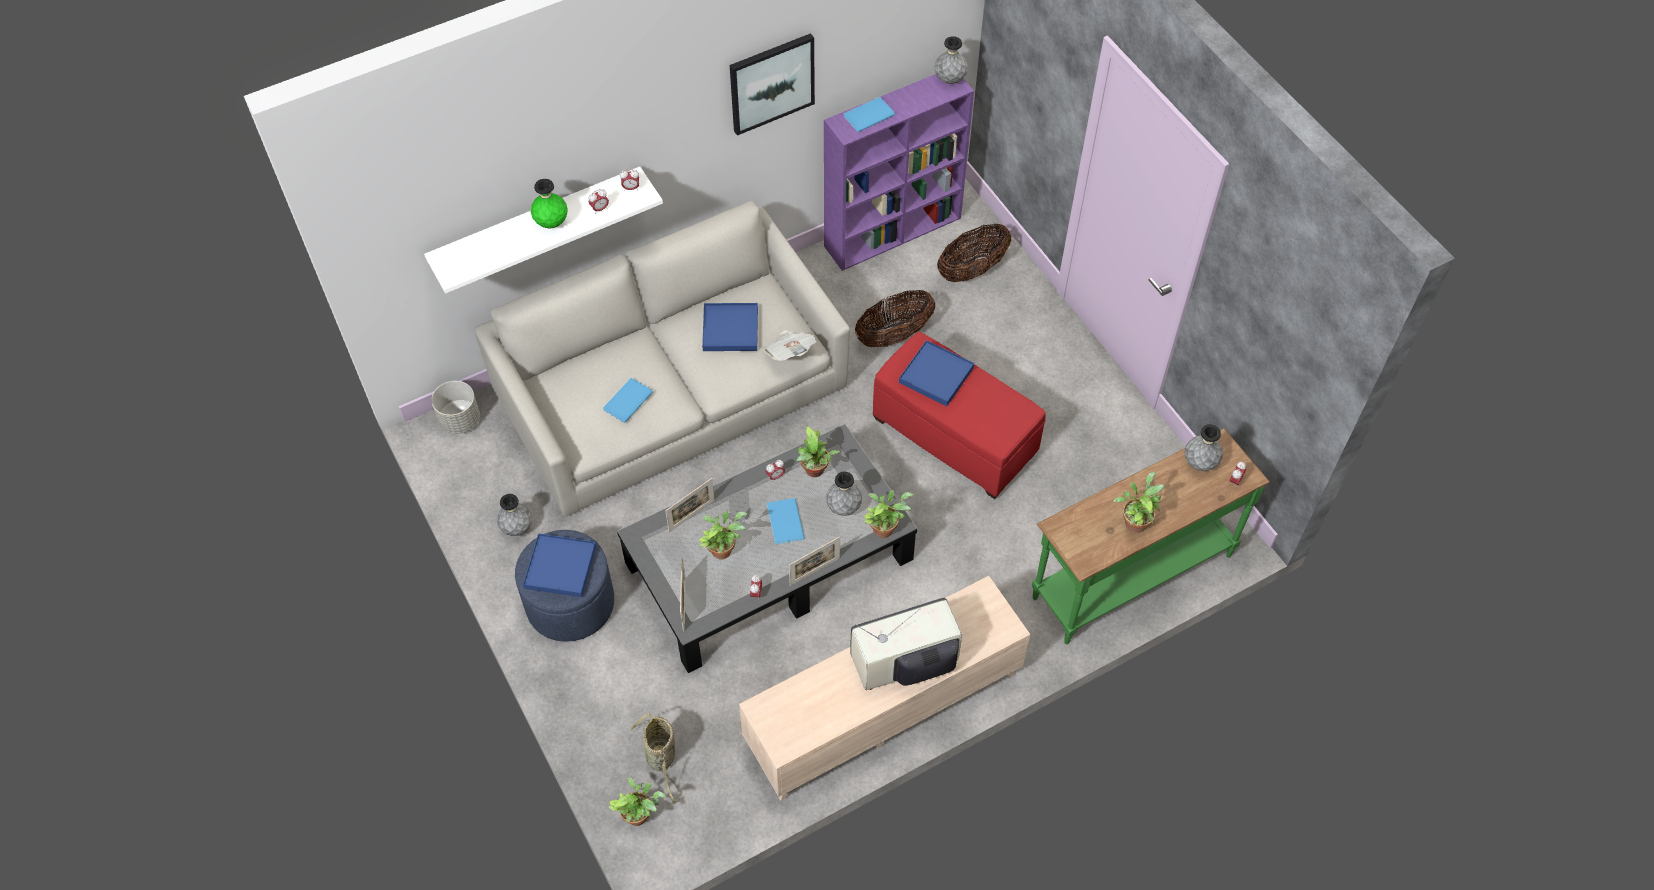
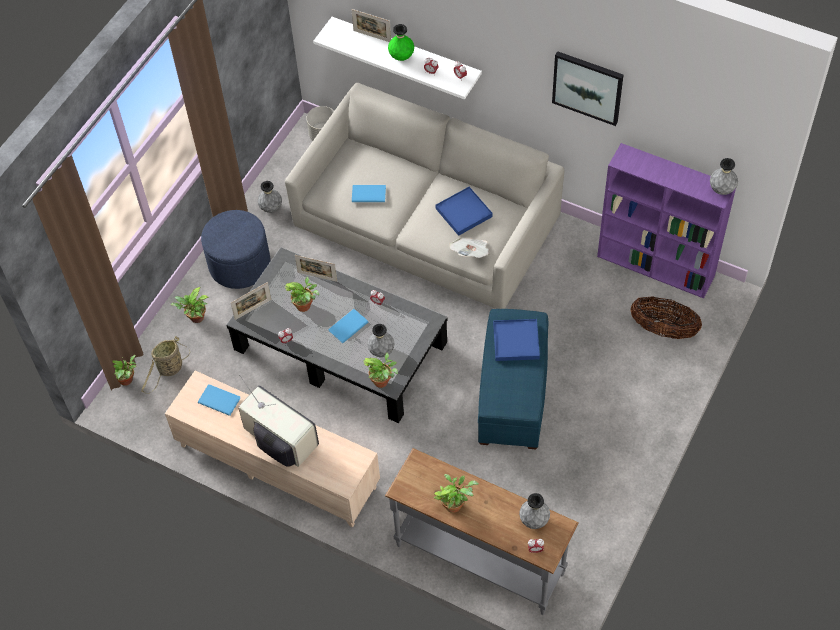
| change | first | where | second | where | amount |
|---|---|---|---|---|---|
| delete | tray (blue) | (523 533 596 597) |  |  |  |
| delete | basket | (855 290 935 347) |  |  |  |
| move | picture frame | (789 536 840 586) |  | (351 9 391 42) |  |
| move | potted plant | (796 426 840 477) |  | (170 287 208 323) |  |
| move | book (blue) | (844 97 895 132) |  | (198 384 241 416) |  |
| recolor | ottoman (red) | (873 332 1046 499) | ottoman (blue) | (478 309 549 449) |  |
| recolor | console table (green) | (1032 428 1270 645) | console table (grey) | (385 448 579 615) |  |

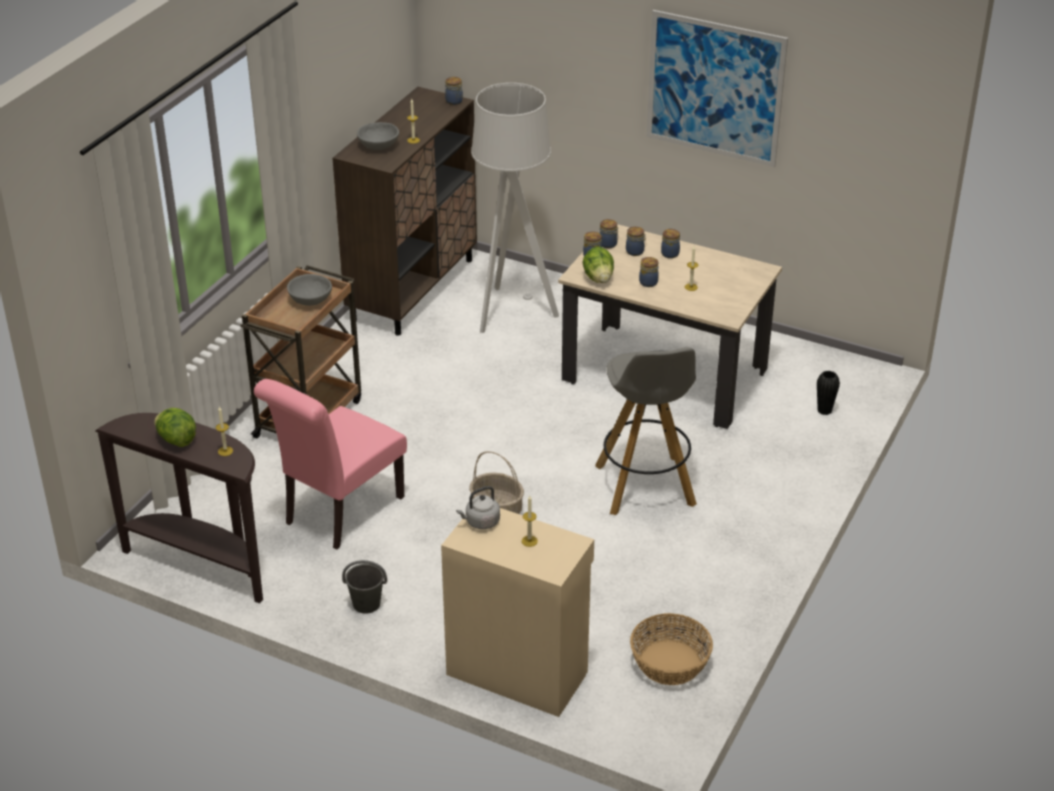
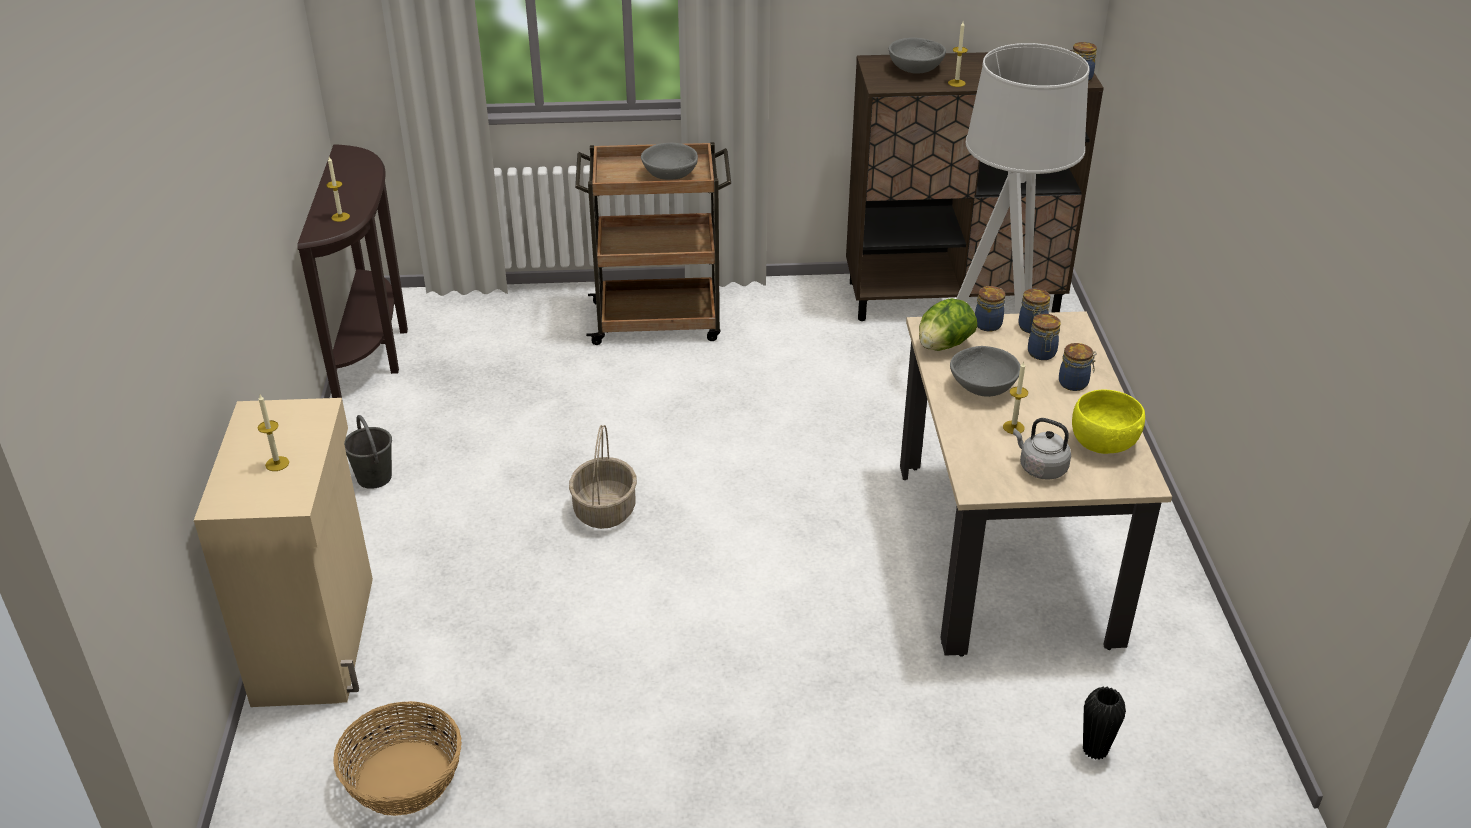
| change | first | where | second | where | amount |
|---|---|---|---|---|---|
| delete | lettuce | (154 408 196 447) |  |  |  |
| delete | chair (pink) | (254 379 407 550) |  |  |  |
| delete | stool (grey) | (595 347 697 515) |  |  |  |
| delete | picture | (647 10 788 167) |  |  |  |
| insert |  |  | bowl (yellow) | (1072 390 1145 454) |  |
| move | kettle (grey) | (456 486 500 529) |  | (1013 418 1071 480) |  |
| replace | jar | (639 257 659 287) | bowl (grey) | (950 346 1020 397) |  |

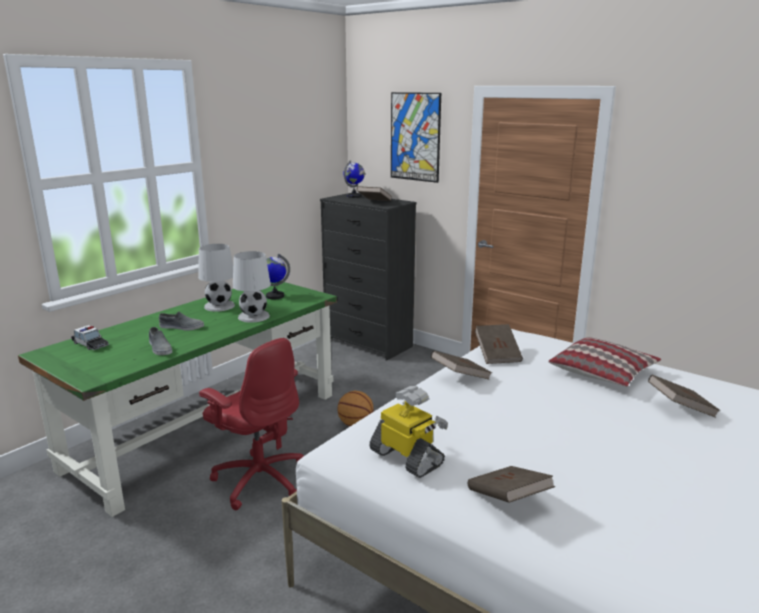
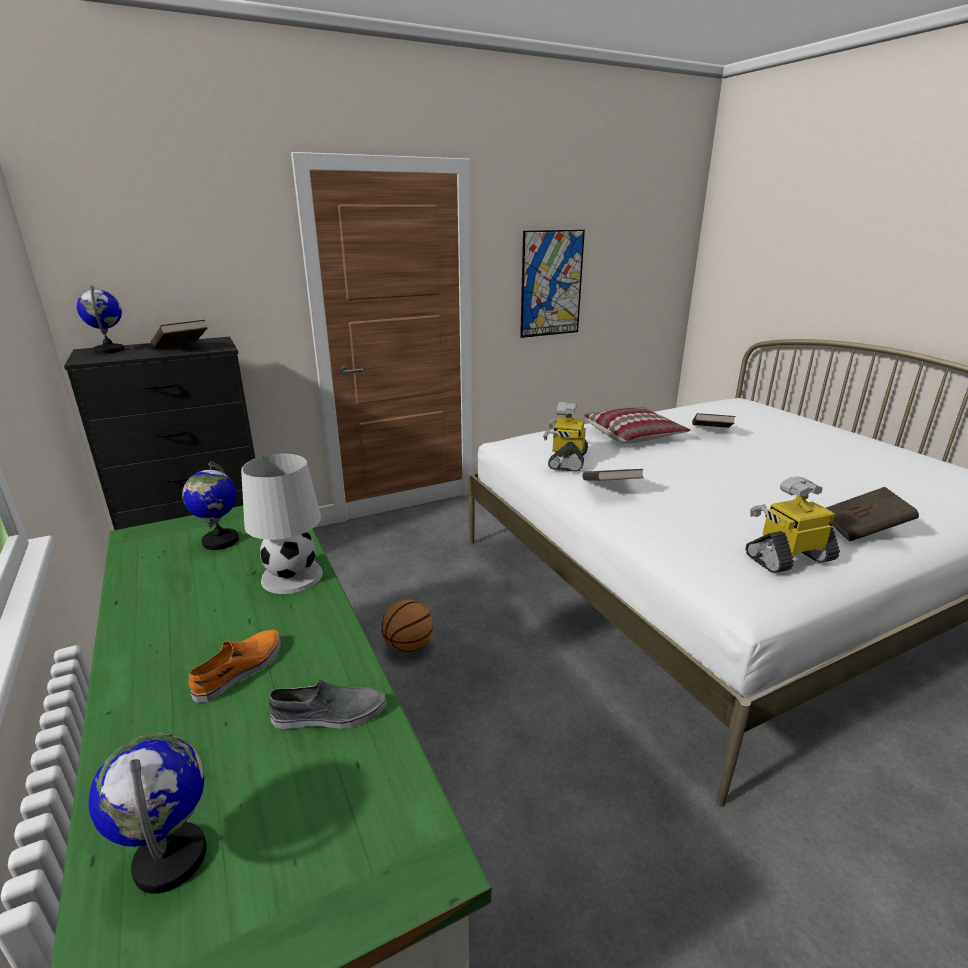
| change | first | where | second | where | amount |
|---|---|---|---|---|---|
| delete | table lamp (white) | (198 244 235 312) |  |  |  |
| delete | office chair (red) | (199 338 304 510) |  |  |  |
| move | picture | (391 92 441 183) |  | (520 230 585 338) |  |
| replace | toy car | (71 325 109 350) | globe | (89 733 206 894) |  |
| replace | book (brown) | (475 324 523 364) | toy robot | (543 402 588 472) |  |
| recolor | shoe (grey) | (159 311 204 331) | shoe (orange) | (189 630 281 703) |  |

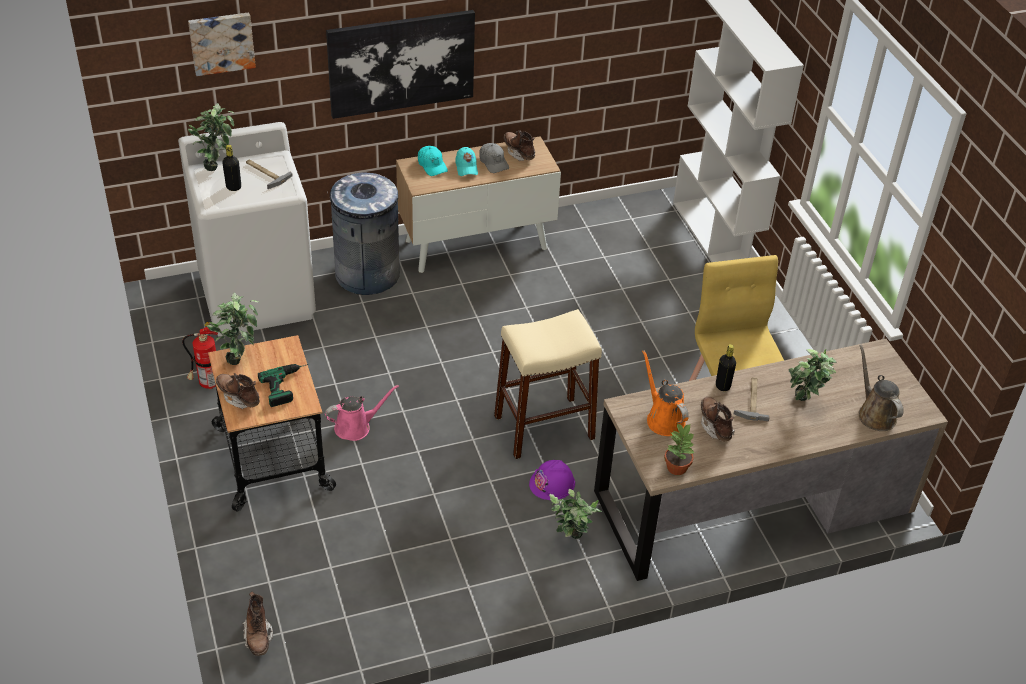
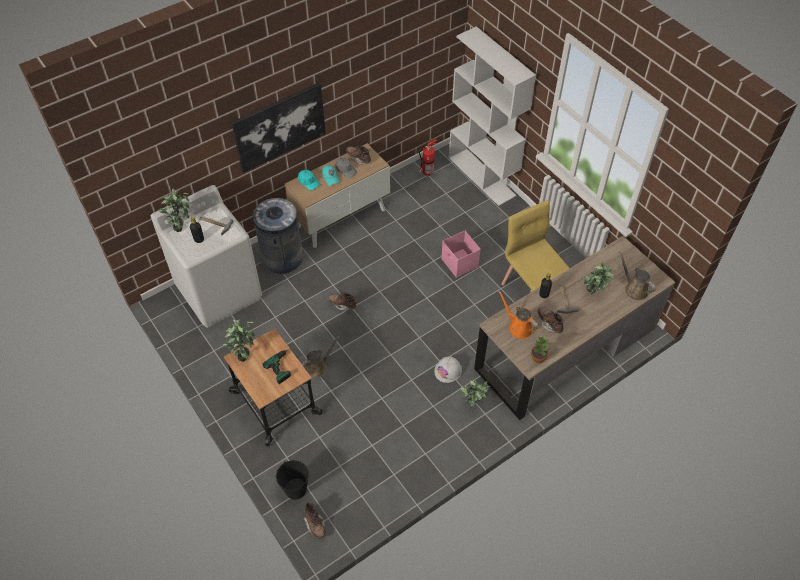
| change | first | where | second | where | amount |
|---|---|---|---|---|---|
| delete | picture | (188 13 256 76) |  |  |  |
| delete | stool (beige) | (494 309 602 459) |  |  |  |
| insert |  |  | bucket (black) | (276 460 309 500) |  |
| insert |  |  | storage box (pink) | (441 231 481 278) |  |
| move | fire extinguisher | (182 322 218 389) |  | (418 138 437 176) |  |
| move | boot (brown) | (216 373 260 409) |  | (328 294 356 311) |  |
| recolor | watering can (pink) | (325 385 399 441) | watering can (brown) | (301 336 340 377) |  |
| recolor | hard hat (purple) | (529 460 575 500) | hard hat (white) | (434 357 462 383) |  |

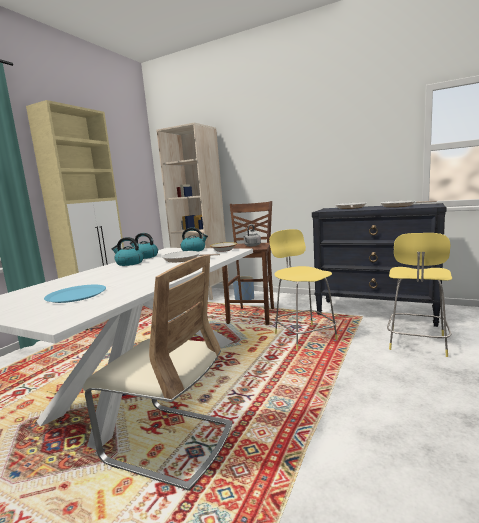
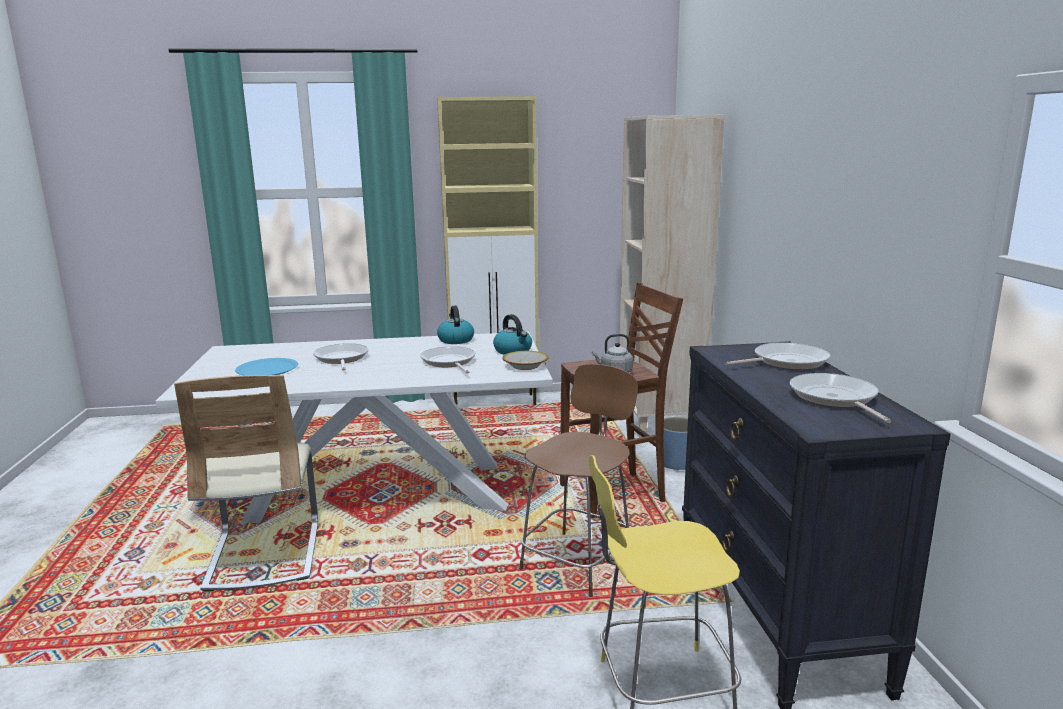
| change | first | where | second | where | amount |
|---|---|---|---|---|---|
| delete | kettle | (112 237 144 266) |  |  |  |
| insert |  |  | frying pan | (313 343 368 371) |  |
| recolor | stool (yellow) | (269 229 338 351) | stool (brown) | (519 364 638 597) |  |

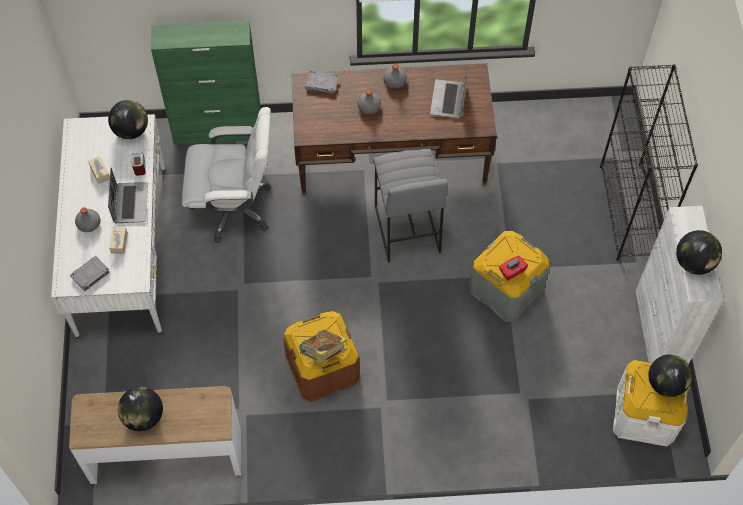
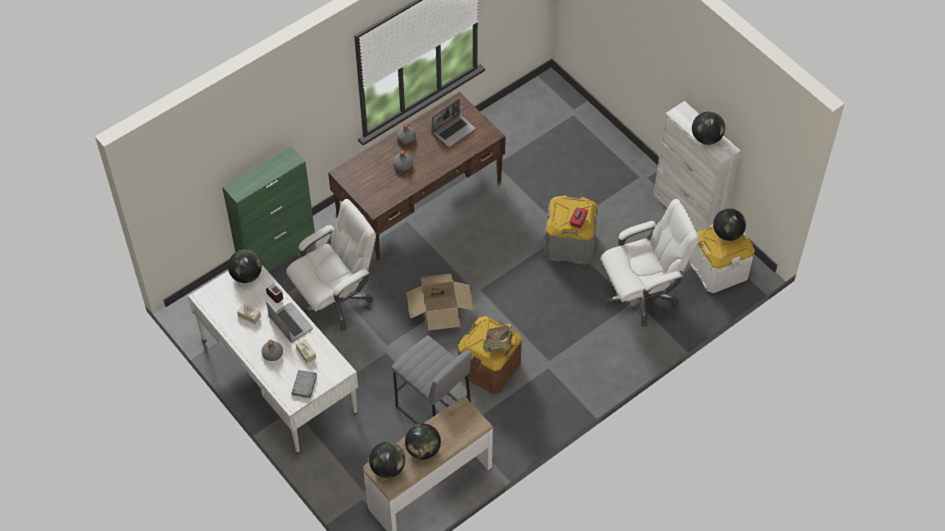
| change | first | where | second | where | amount |
|---|---|---|---|---|---|
| delete | book (grey) | (305 70 339 94) |  |  |  |
| delete | bookcase (black) | (600 64 698 260) |  |  |  |
| insert |  |  | globe | (369 442 405 478) |  |
| insert |  |  | cardboard box | (406 273 474 331) |  |
| insert |  |  | office chair (white) | (601 199 699 327) |  |
| move | stool (grey) | (373 149 448 263) |  | (391 335 472 425) |  |
| rotate | laptop | (430 68 467 119) |  | (432 99 476 147) | 105 degrees counterclockwise |

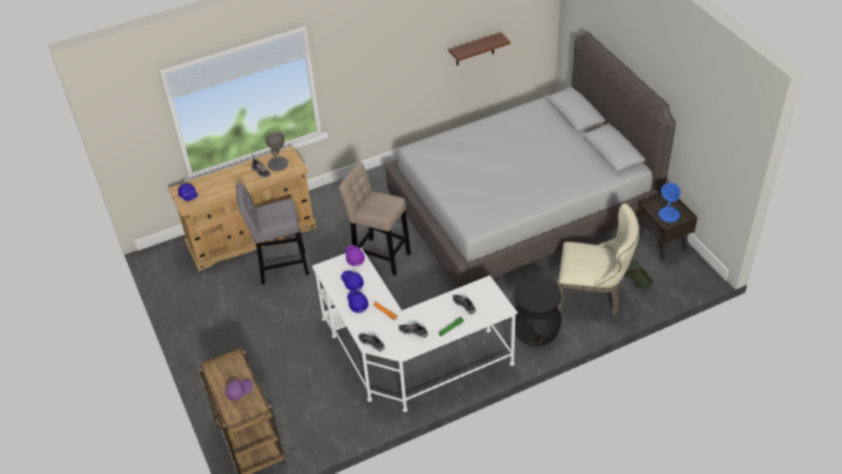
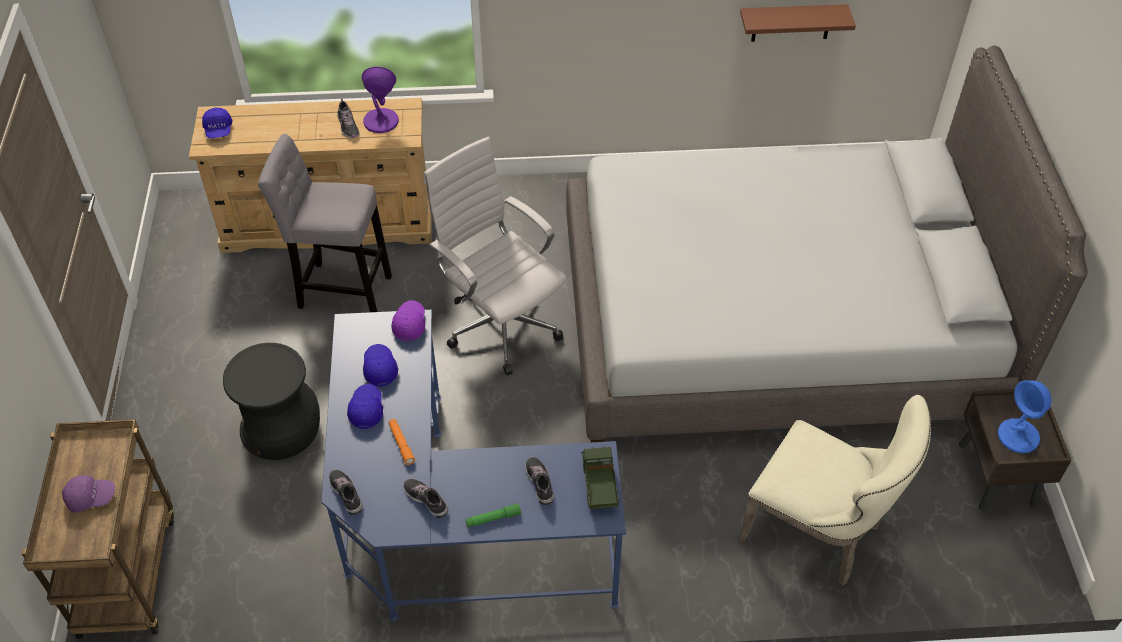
| change | first | where | second | where | amount |
|---|---|---|---|---|---|
| move | stool (black) | (514 277 561 346) |  | (223 343 320 460) |  |
| move | toy truck | (625 261 654 289) |  | (581 447 619 509) |  |
| replace | stool (beige) | (338 162 411 275) | office chair (white) | (424 137 567 375) |  |
| recolor | table lamp (grey) | (266 132 288 171) | table lamp (purple) | (362 67 399 133) |  |
| recolor | desk (white) | (312 247 518 412) | desk (blue) | (321 310 626 621) |  |

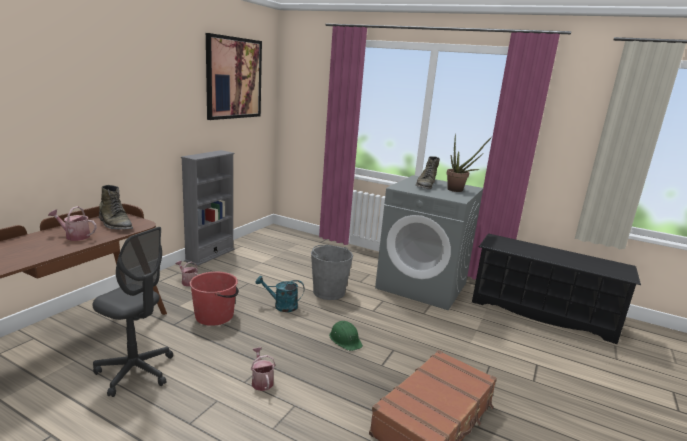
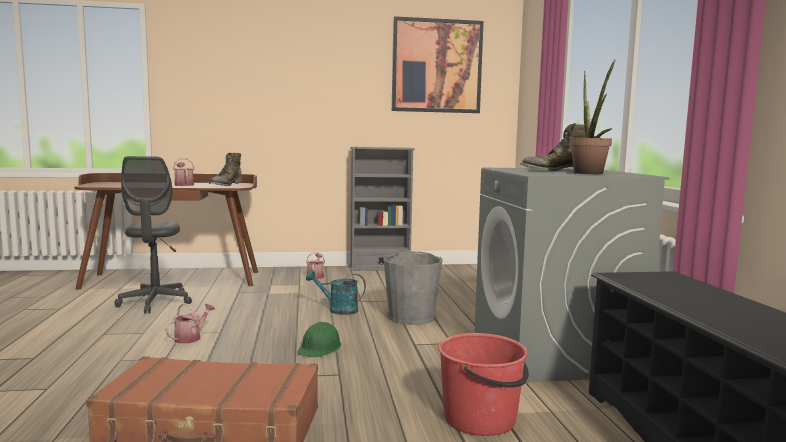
| change | first | where | second | where | amount |
|---|---|---|---|---|---|
| move | bucket (red) | (189 271 239 326) |  | (438 333 529 436) |  |
| rotate | watering can (turquoise) | (256 276 305 312) |  | (306 270 366 315) | 45 degrees counterclockwise |

